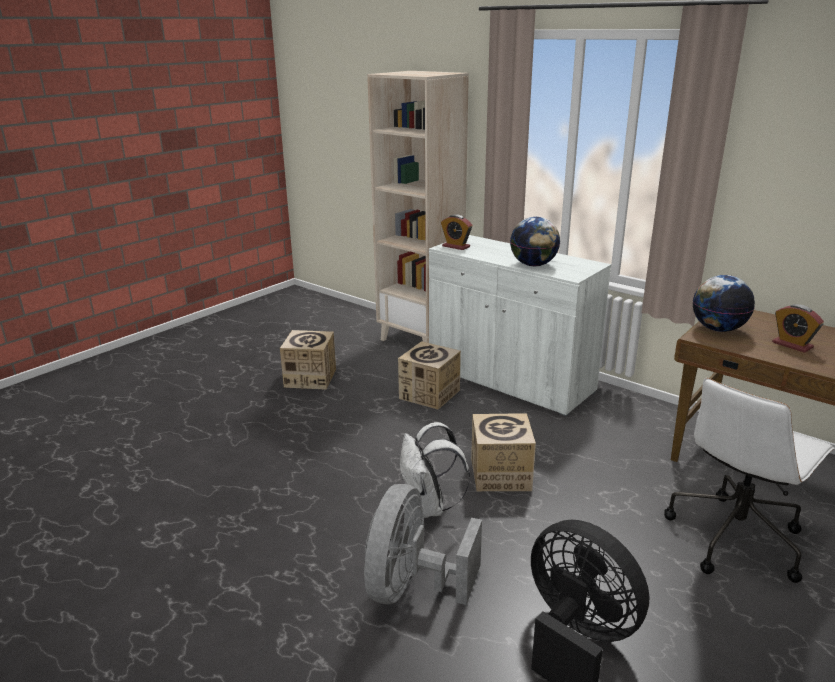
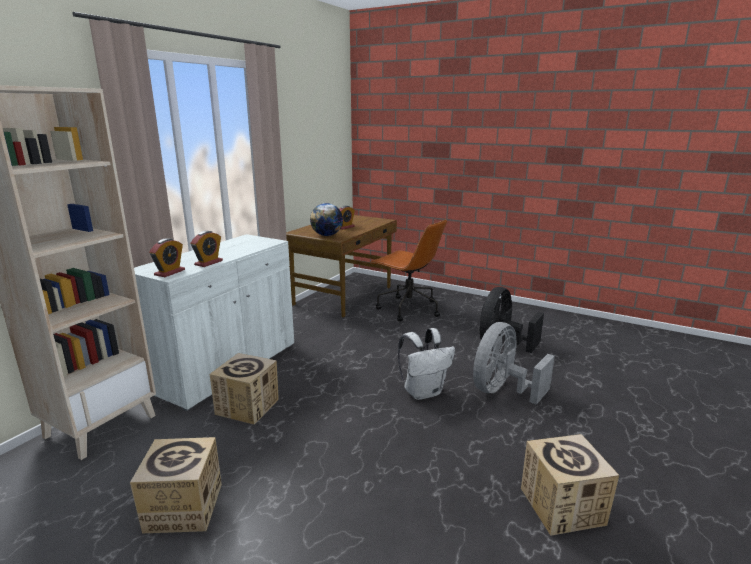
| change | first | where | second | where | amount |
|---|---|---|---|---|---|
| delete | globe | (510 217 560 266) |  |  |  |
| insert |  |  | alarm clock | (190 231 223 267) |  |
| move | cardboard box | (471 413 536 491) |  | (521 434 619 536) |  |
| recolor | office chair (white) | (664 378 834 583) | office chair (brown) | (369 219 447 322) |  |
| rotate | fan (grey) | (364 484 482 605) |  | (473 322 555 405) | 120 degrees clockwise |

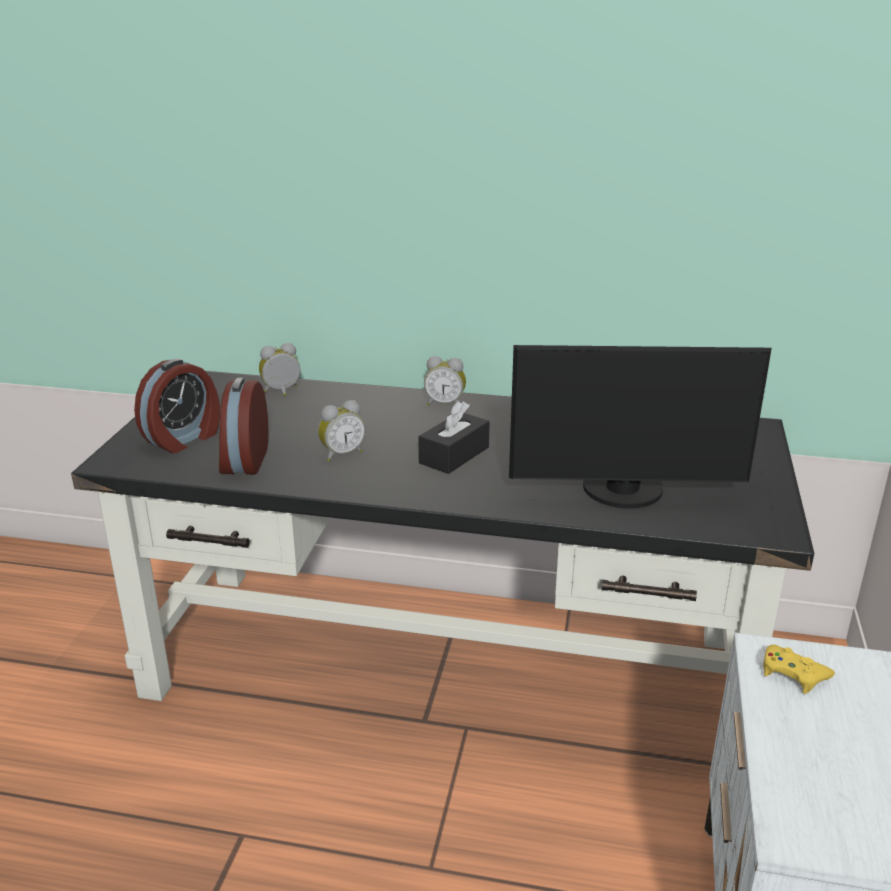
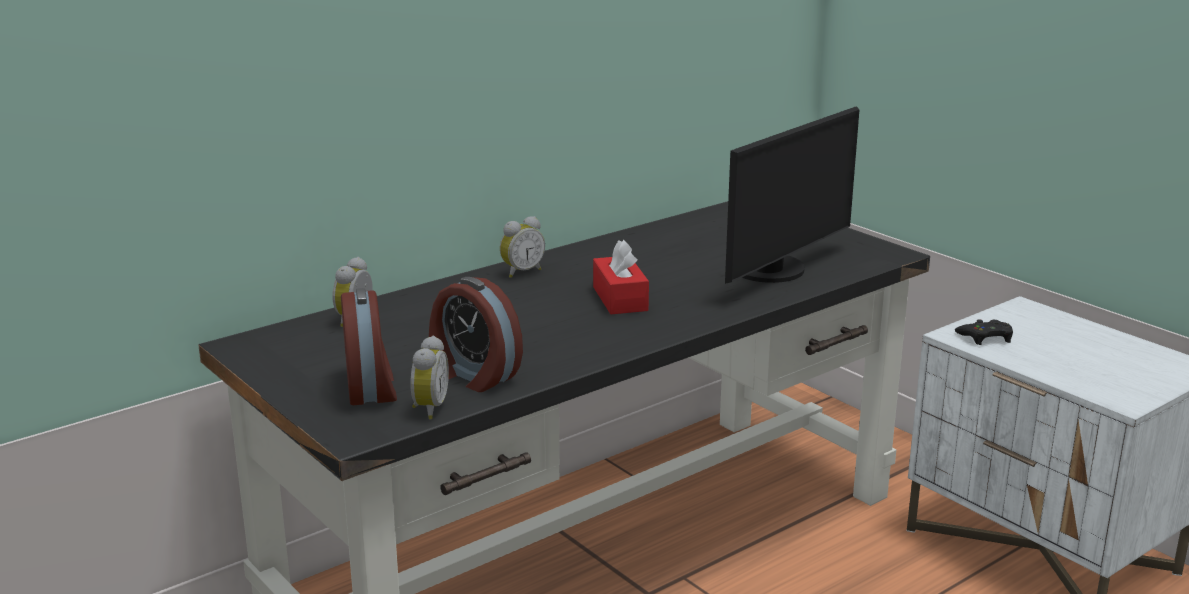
| change | first | where | second | where | amount |
|---|---|---|---|---|---|
| move | alarm clock | (318 400 365 461) |  | (411 335 449 419) |  |
| recolor | tissue box (black) | (418 402 490 474) | tissue box (red) | (593 240 649 314) |  |
| recolor | game controller (yellow) | (763 645 835 694) | game controller (black) | (955 319 1013 345) |  |

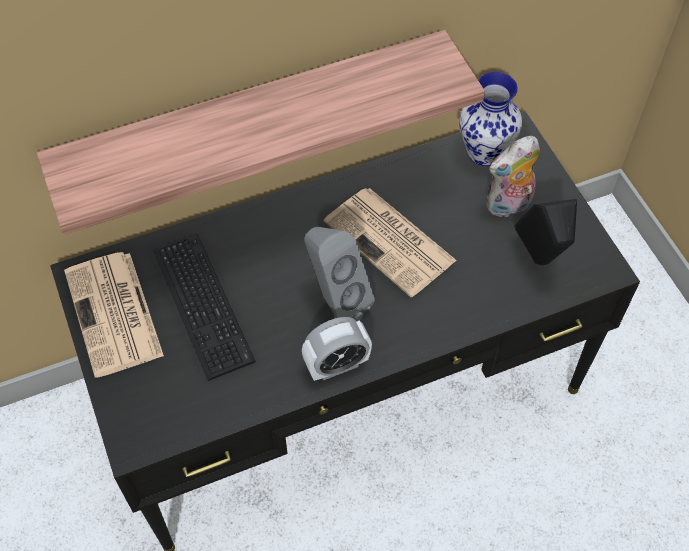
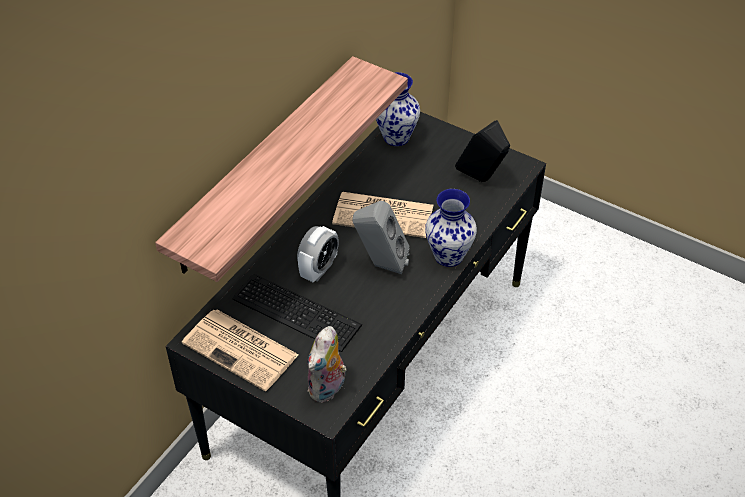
| change | first | where | second | where | amount |
|---|---|---|---|---|---|
| insert |  |  | vase | (425 189 477 267) |  |
| move | alarm clock | (302 317 372 381) |  | (297 226 339 282) |  |
| move | plush toy | (486 136 540 217) |  | (307 326 347 403) |  |

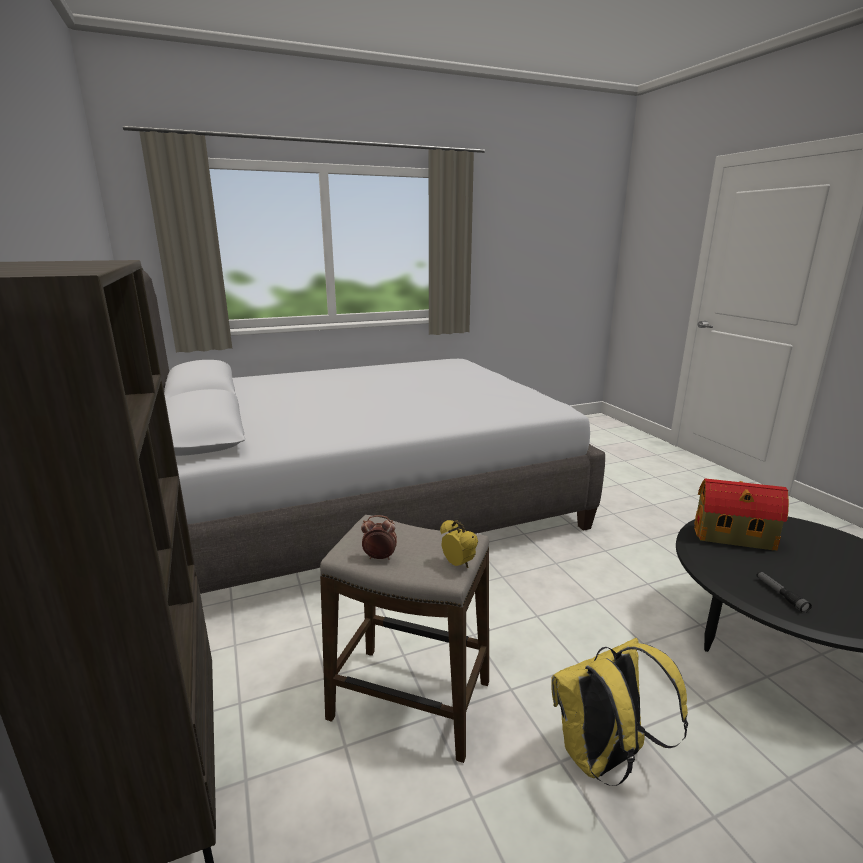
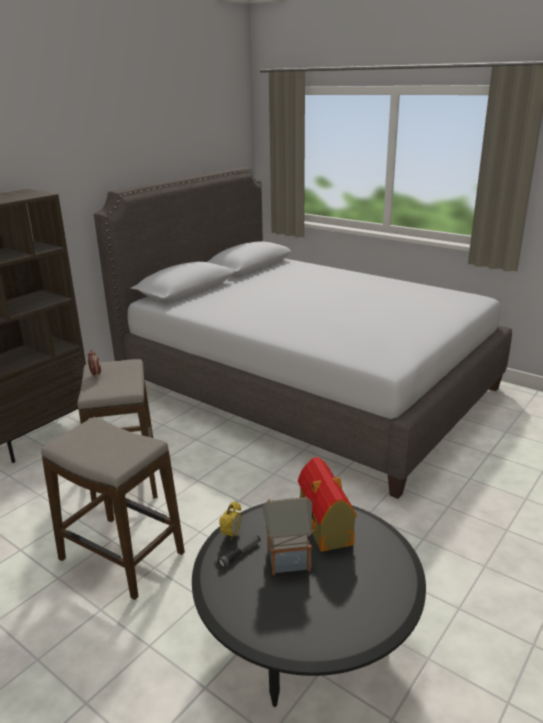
| change | first | where | second | where | amount |
|---|---|---|---|---|---|
| insert |  |  | toy house | (262 496 313 575) |  |
| move | alarm clock | (440 520 478 568) |  | (219 501 241 540) |  |
| replace | backpack (yellow) | (551 638 688 786) | stool | (41 417 185 600) |  |

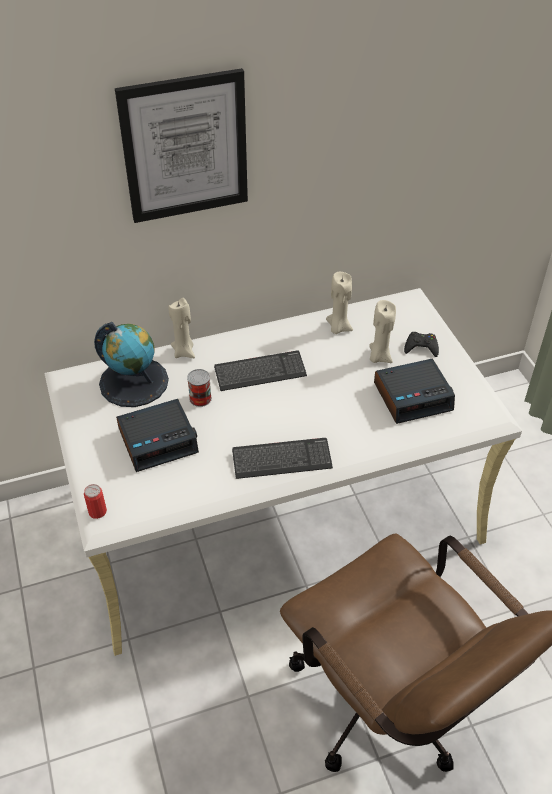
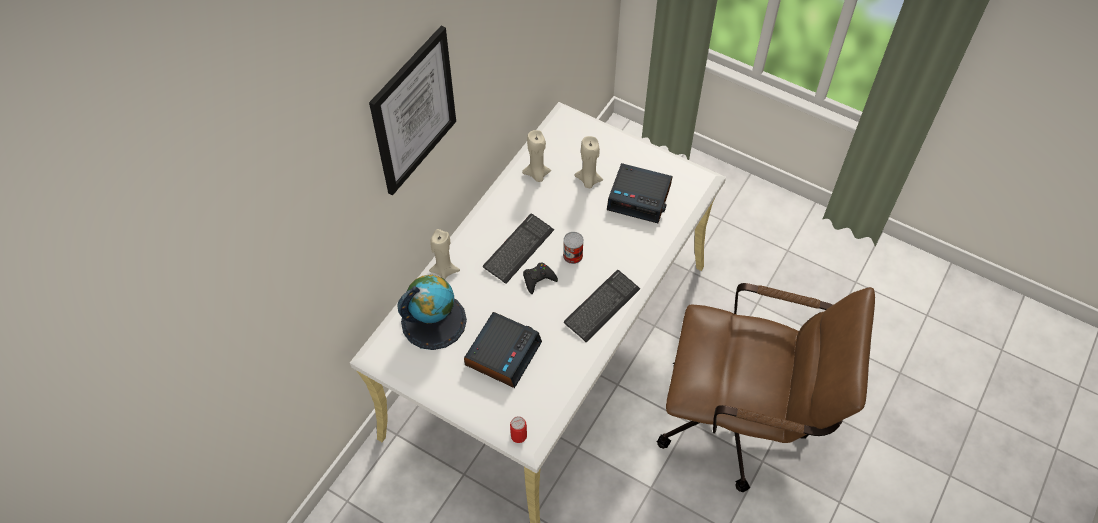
| change | first | where | second | where | amount |
|---|---|---|---|---|---|
| move | can | (187 369 212 407) |  | (563 232 584 264) |  |
| move | game controller (black) | (404 332 439 357) |  | (523 263 558 294) |  |
| rotate | alarm clock | (374 359 455 424) |  | (607 163 673 223) | 75 degrees clockwise |

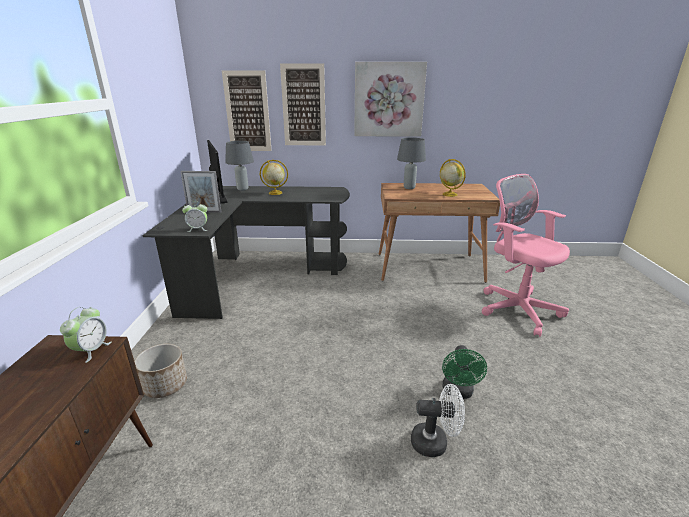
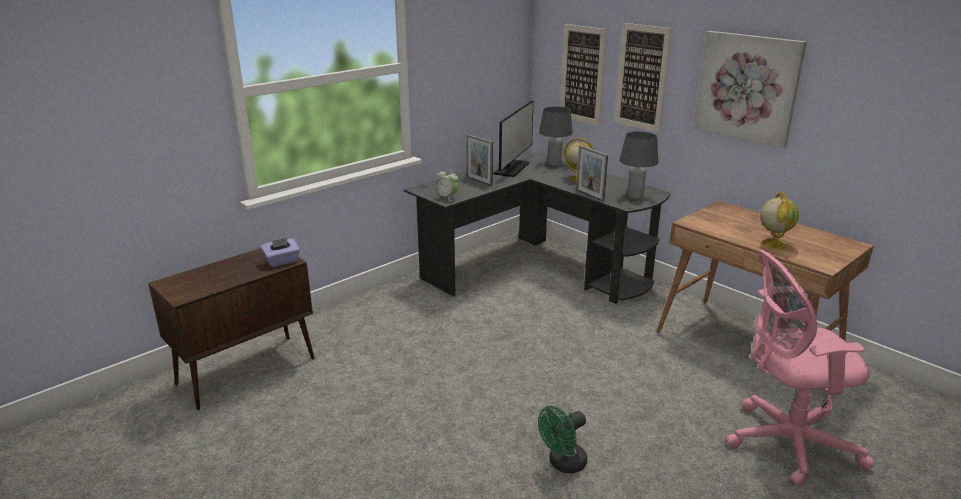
| change | first | where | second | where | amount |
|---|---|---|---|---|---|
| delete | planter | (134 344 187 398) |  |  |  |
| delete | fan (white) | (411 384 465 457) |  |  |  |
| insert |  |  | picture frame | (576 145 608 202) |  |
| move | table lamp (grey) | (397 137 426 189) |  | (619 131 658 200) |  |
| replace | alarm clock | (60 307 111 363) | tissue box (purple) | (260 238 300 267) |  |
| rotate | office chair (pink) | (482 174 570 337) |  | (726 250 875 487) | 105 degrees counterclockwise |

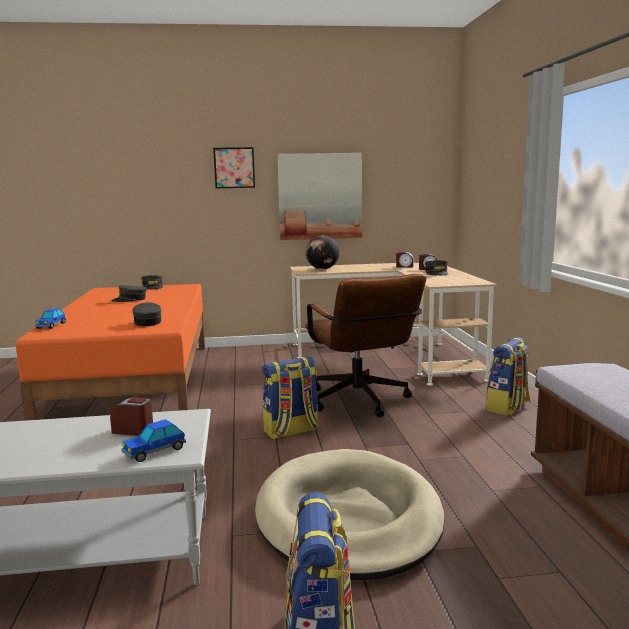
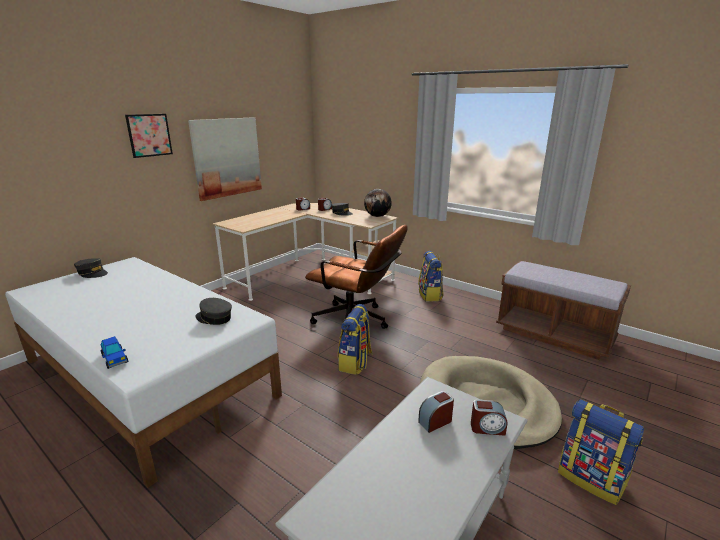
| change | first | where | second | where | amount |
|---|---|---|---|---|---|
| delete | cap (grey) | (111 285 147 302) |  |  |  |
| move | globe | (306 235 339 270) |  | (364 189 392 217) |  |
| replace | toy car | (121 419 186 462) | alarm clock | (471 399 507 436) |  |
| recolor | bed (orange) | (16 284 205 421) | bed (white) | (5 257 282 488) |  |

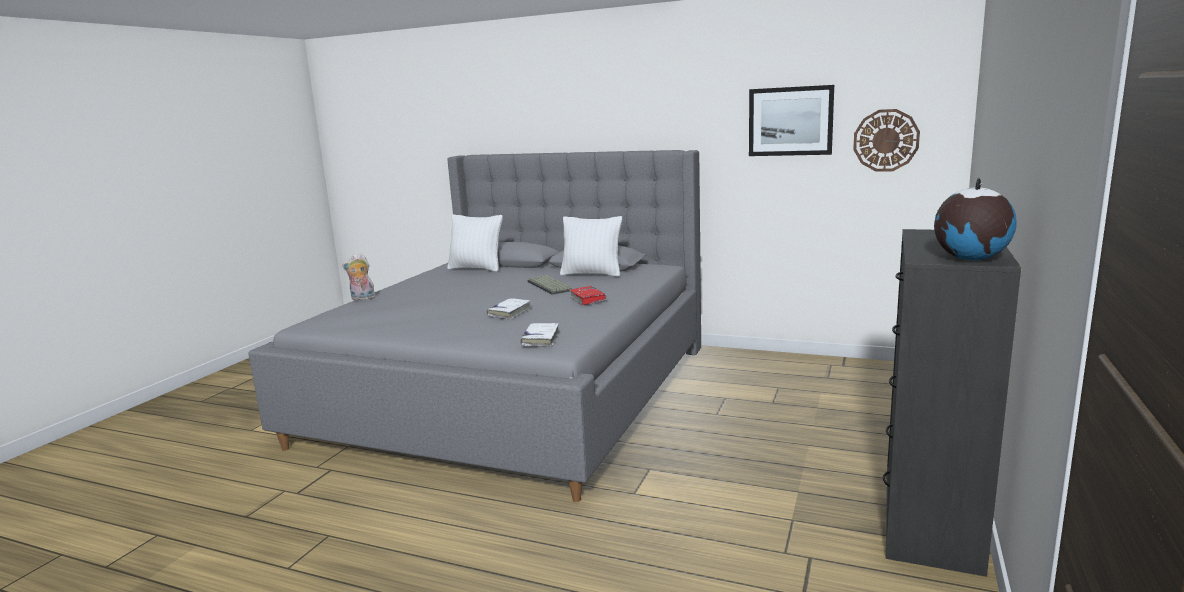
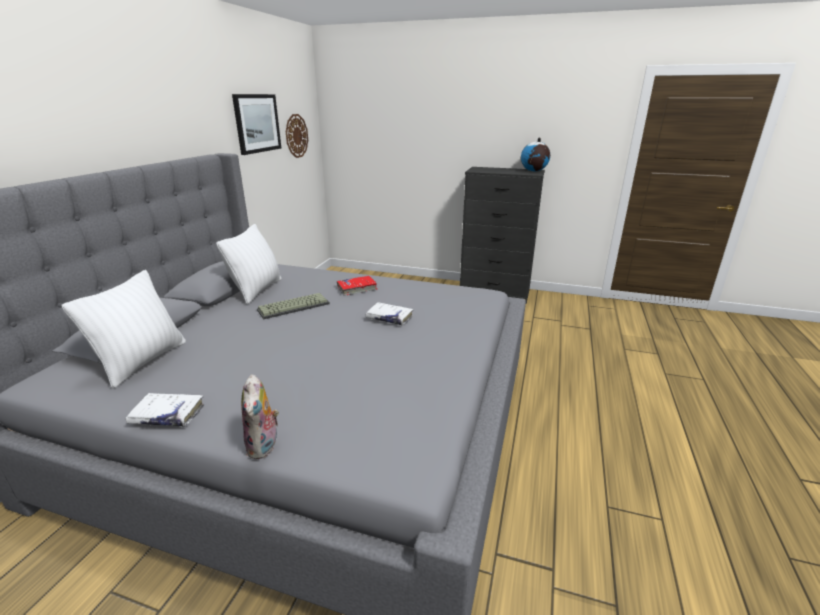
| change | first | where | second | where | amount |
|---|---|---|---|---|---|
| move | book (white) | (520 323 559 348) |  | (125 393 204 426) |  |

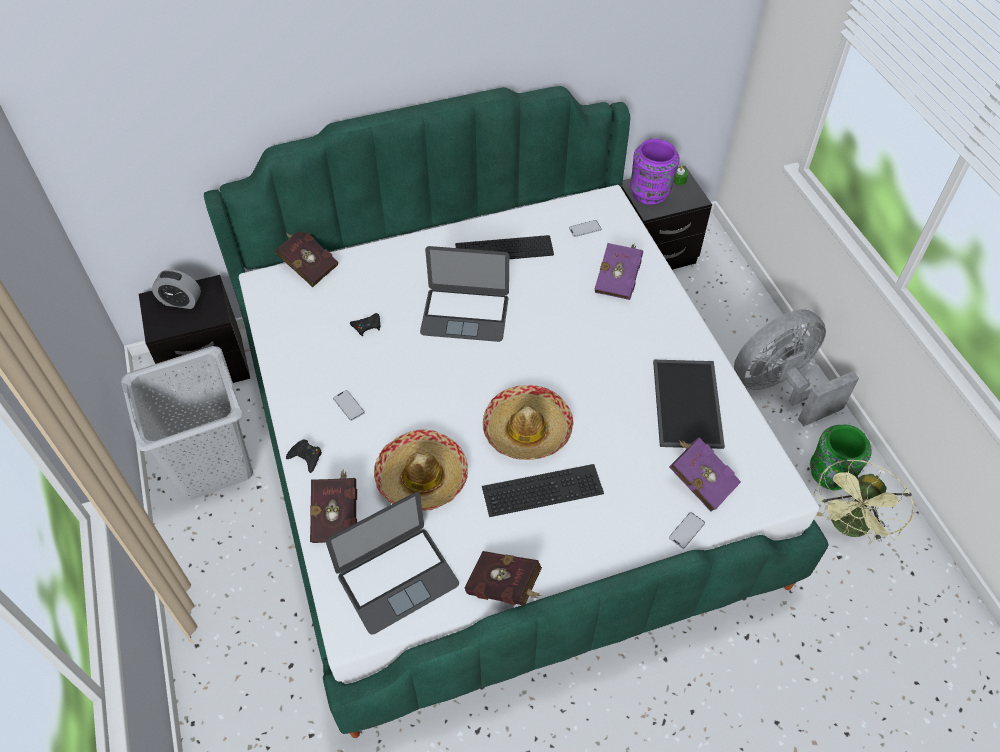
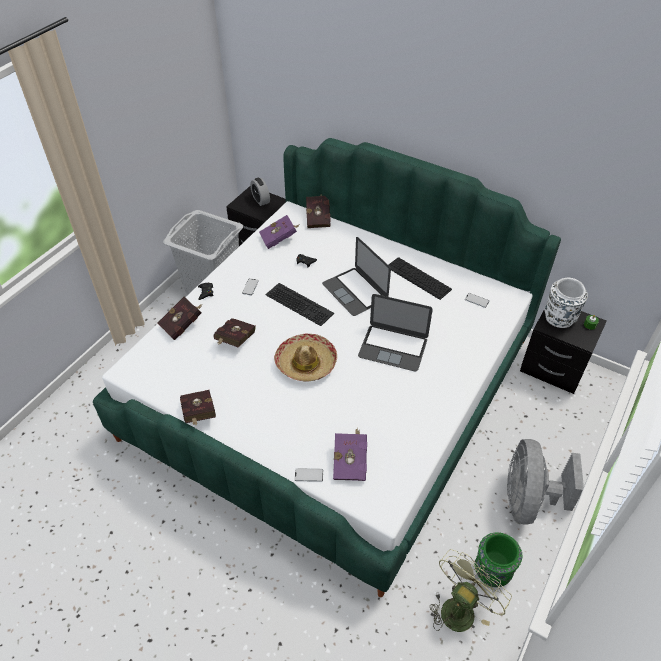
| change | first | where | second | where | amount |
|---|---|---|---|---|---|
| delete | tray | (653 360 725 449) |  |  |  |
| move | laptop | (326 492 459 635) |  | (358 294 433 372) |  |
| move | keyboard | (482 464 604 517) |  | (265 283 334 326) |  |
| move | book (purple) | (594 243 643 300) |  | (259 215 299 249) |  |
| replace | hat | (374 429 468 511) | book (red) | (214 318 256 348) |  |
| recolor | vase (purple) | (630 139 680 205) | vase (white) | (545 278 588 328) |  |
| rotate | fan (grey) | (734 309 859 426) |  | (507 439 584 524) | 105 degrees counterclockwise |
| rotate | fan (green) | (814 459 914 544) |  | (430 549 512 632) | 135 degrees clockwise |

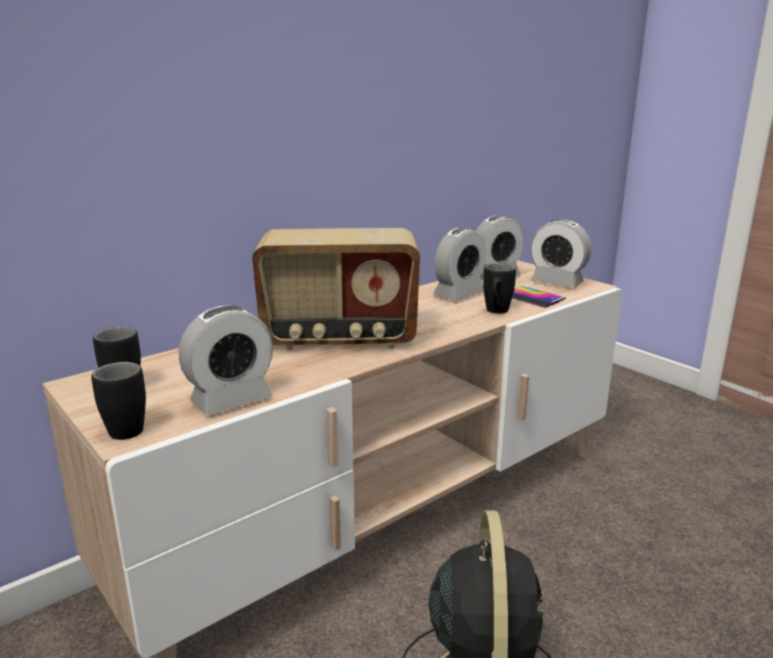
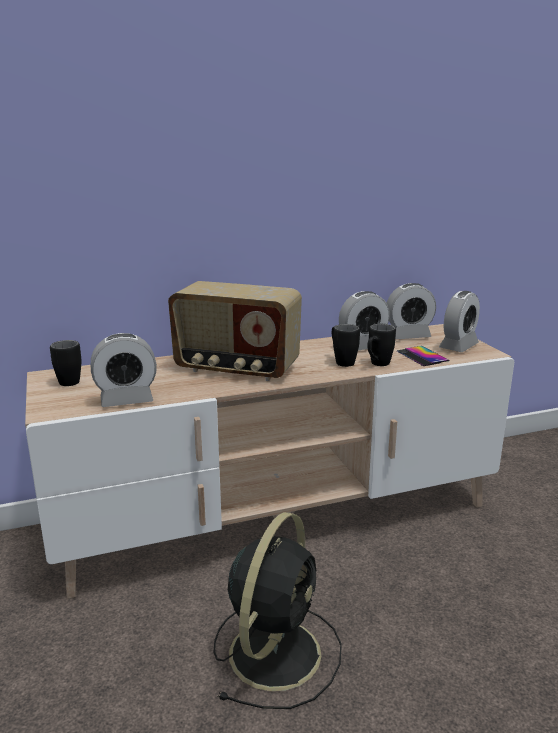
| change | first | where | second | where | amount |
|---|---|---|---|---|---|
| move | mug (black) | (91 362 146 440) |  | (332 324 360 367) |  |
| rotate | alarm clock | (530 219 591 288) |  | (439 291 480 352) | 105 degrees counterclockwise |

